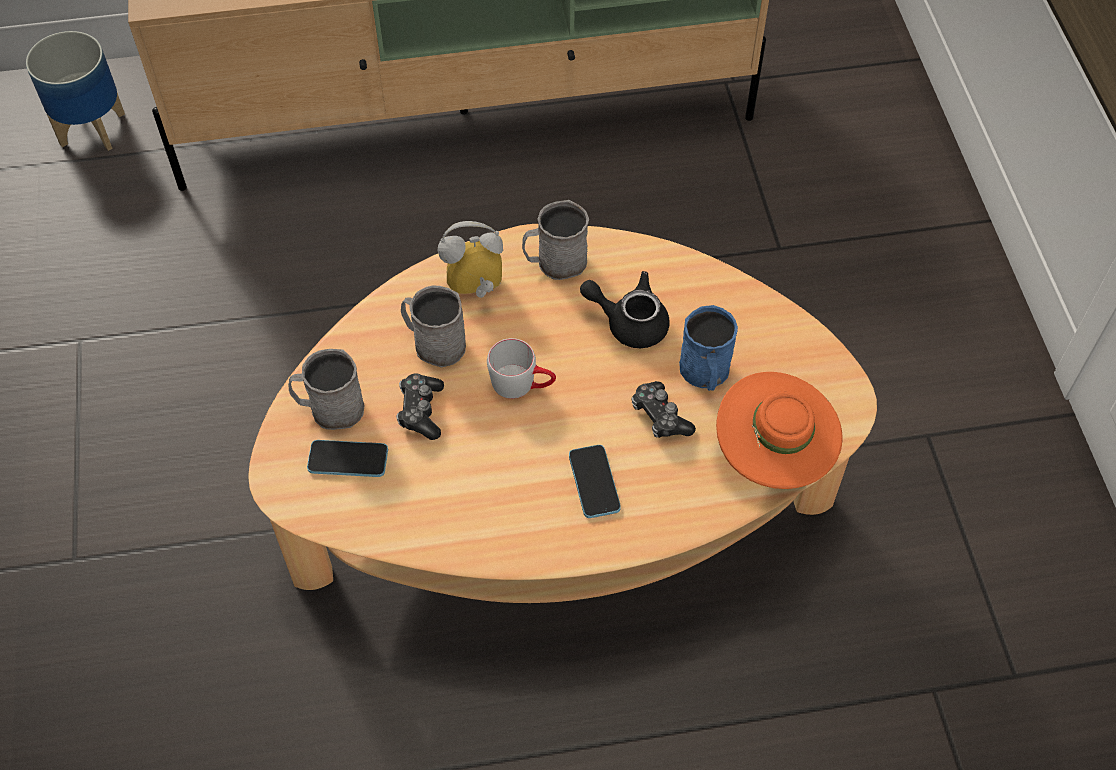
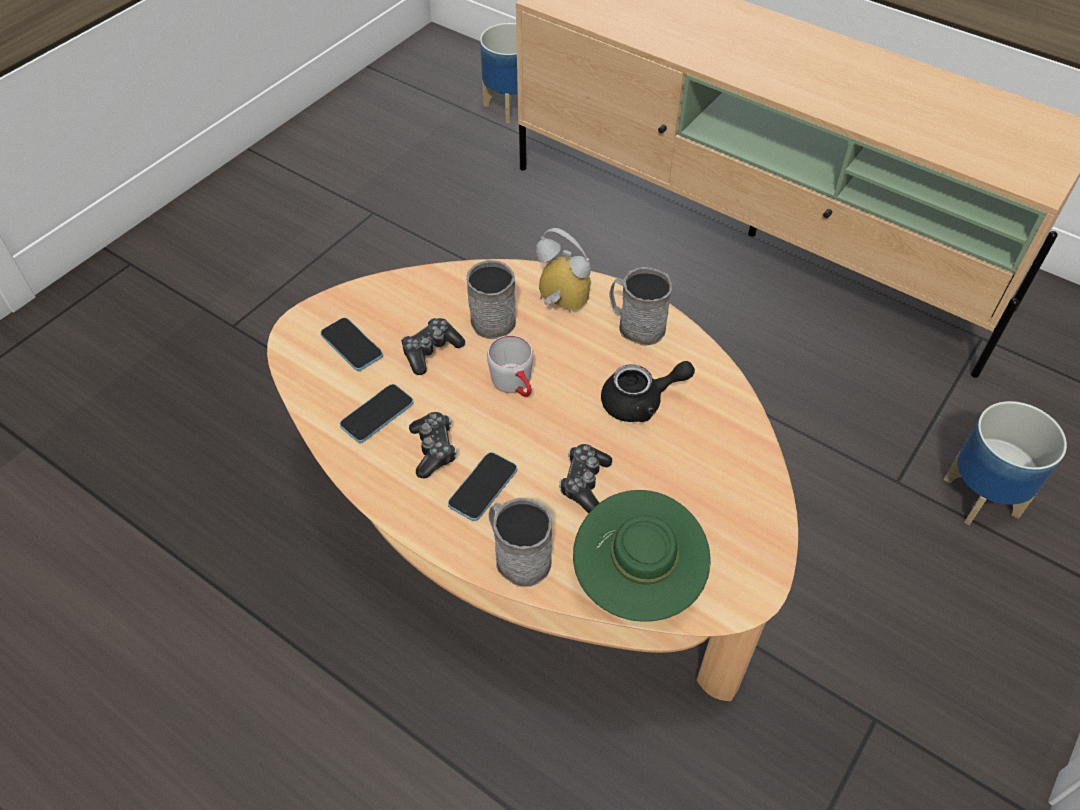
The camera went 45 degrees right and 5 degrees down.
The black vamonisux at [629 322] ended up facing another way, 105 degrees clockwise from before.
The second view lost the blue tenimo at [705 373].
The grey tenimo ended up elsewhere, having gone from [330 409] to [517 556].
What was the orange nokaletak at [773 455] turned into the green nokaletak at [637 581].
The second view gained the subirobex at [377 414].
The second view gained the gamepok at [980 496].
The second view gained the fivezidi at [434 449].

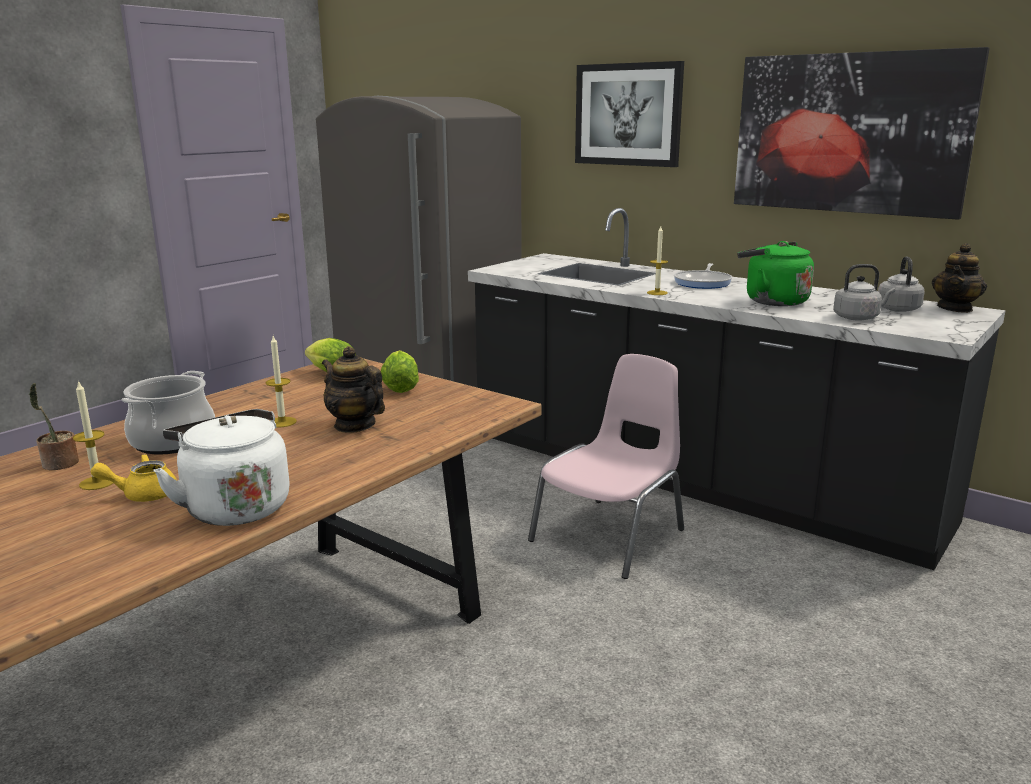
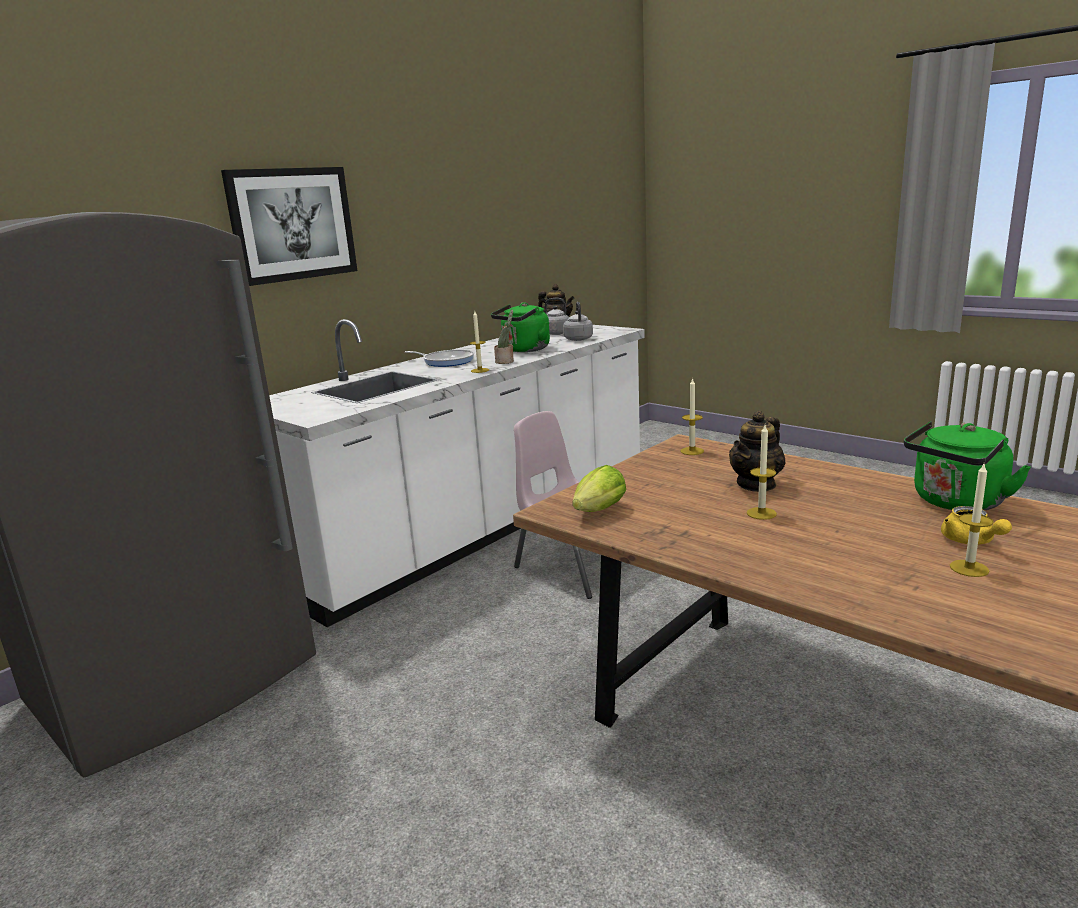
The camera went 85 degrees left and 0 degrees up.
The second view lost the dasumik at [849 133].
What was the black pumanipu at [692 479] turned into the white pumanipu at [482 527].
The second view lost the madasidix at [400 387].
The second view lost the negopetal at [173 441].
The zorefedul ended up elsewhere, having gone from [59 464] to [506 362].
What was the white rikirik at [234 507] turned into the green rikirik at [956 503].
The second view gained the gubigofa at [692 451].

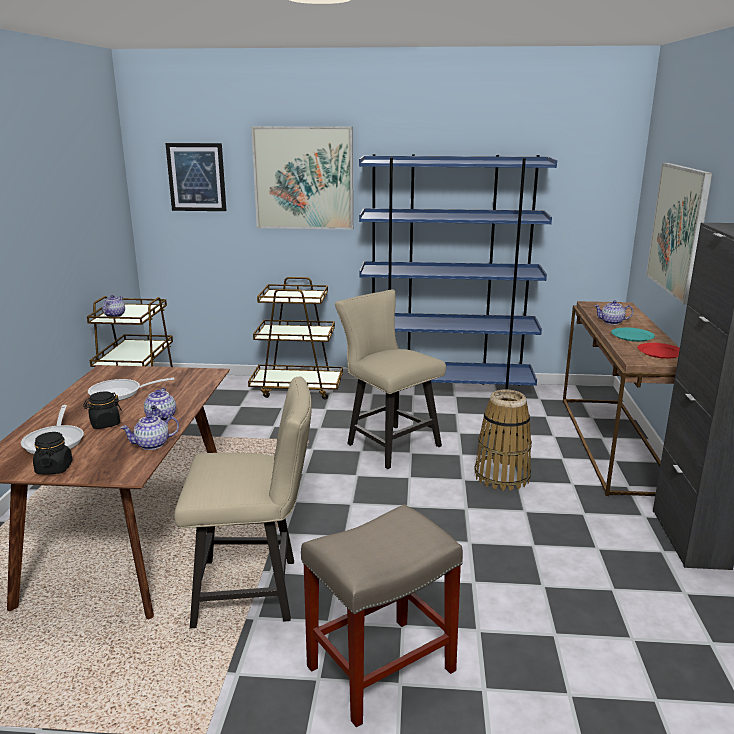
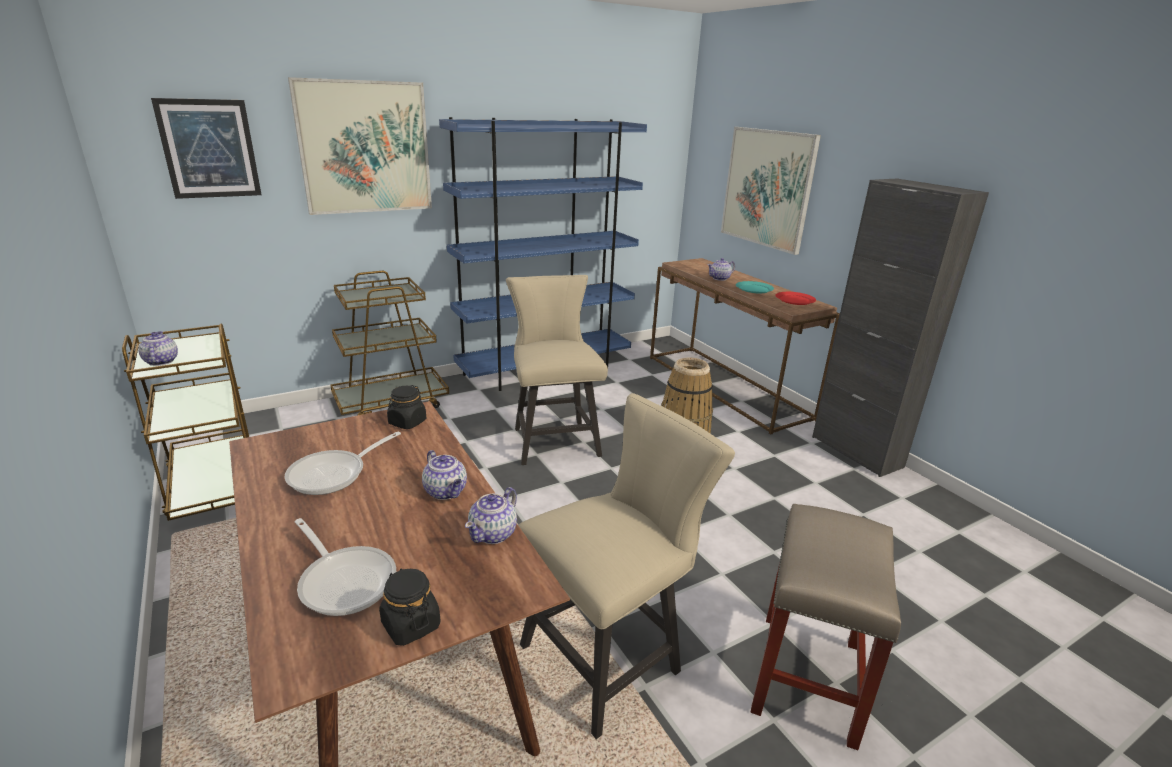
The camera went 35 degrees left and 5 degrees up.
The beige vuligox at [388 443] ended up facing another way, 60 degrees clockwise from before.
The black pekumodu ended up elsewhere, having gone from [105 424] to [407 422].

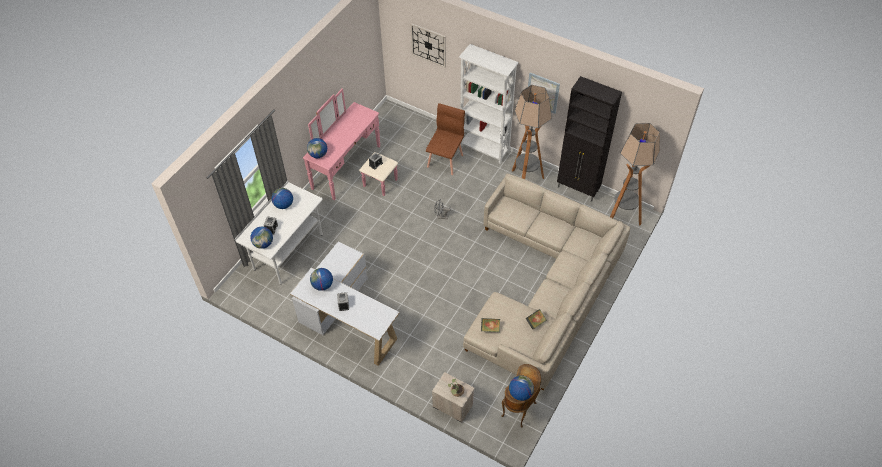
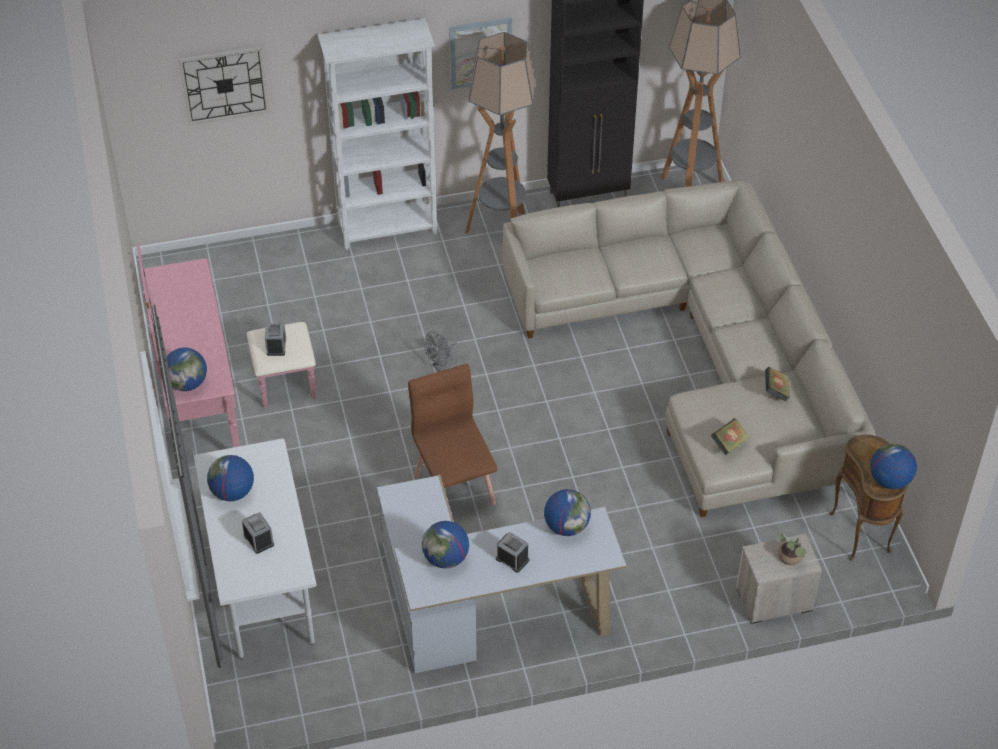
The camera went 45 degrees left and 5 degrees down.
The brown vuligox ended up elsewhere, having gone from [445 161] to [455 488].
The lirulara ended up elsewhere, having gone from [263 244] to [566 526].

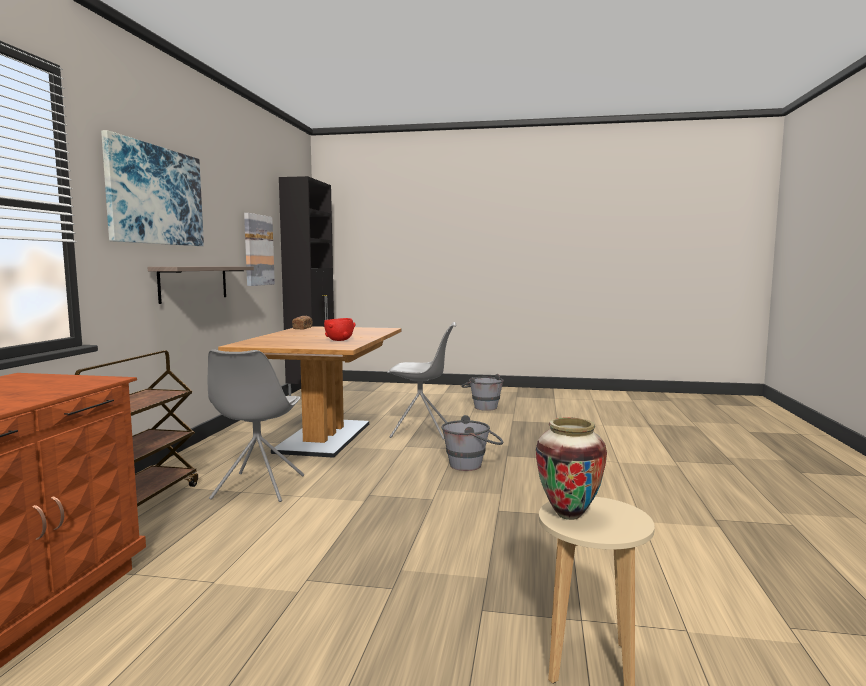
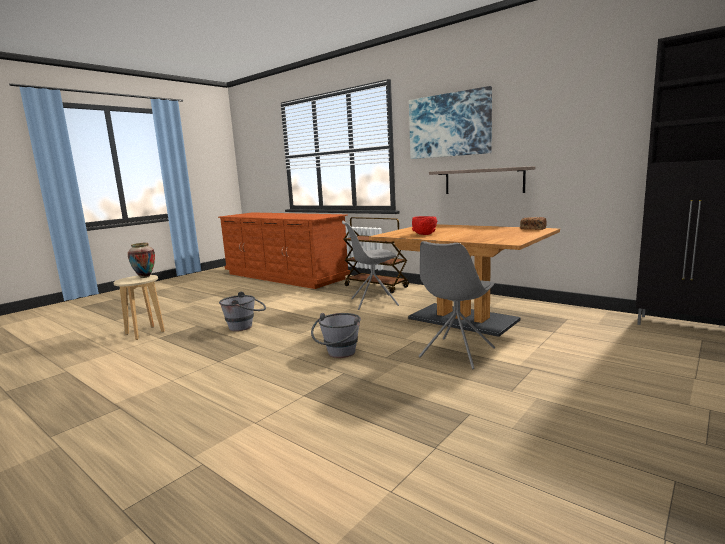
The camera went 120 degrees right and 5 degrees up.
The second view lost the dasumik at [258 250].
The grey vuligox at [258 488] ended up facing another way, 45 degrees counterclockwise from before.
The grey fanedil ended up elsewhere, having gone from [482 406] to [245 326].

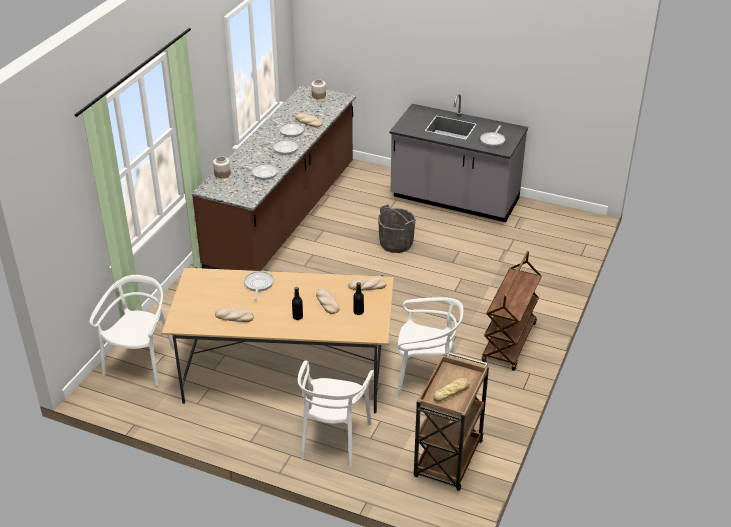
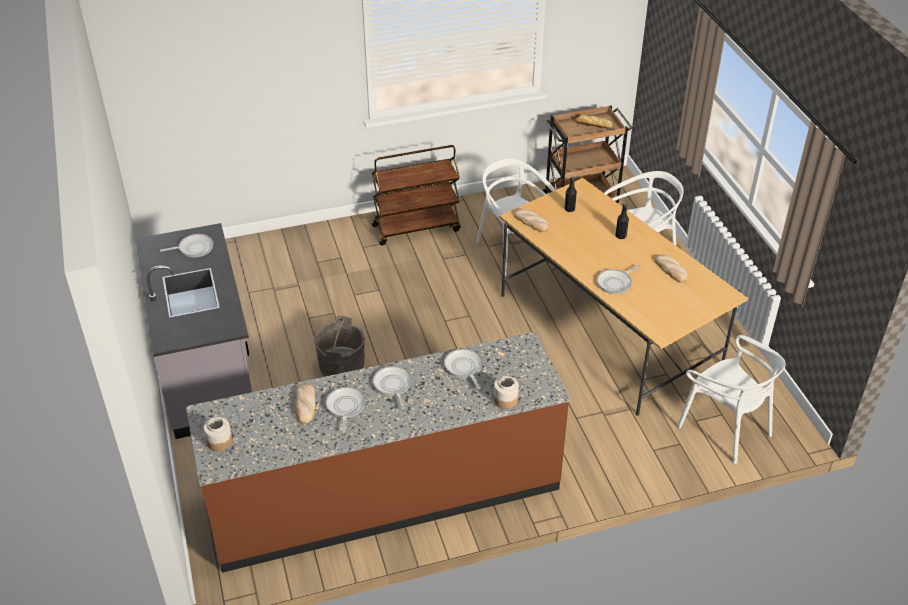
The camera went 130 degrees left and 5 degrees up.
The white vuligox at [141 362] ended up facing another way, 105 degrees counterclockwise from before.
The second view lost the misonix at [327 302].

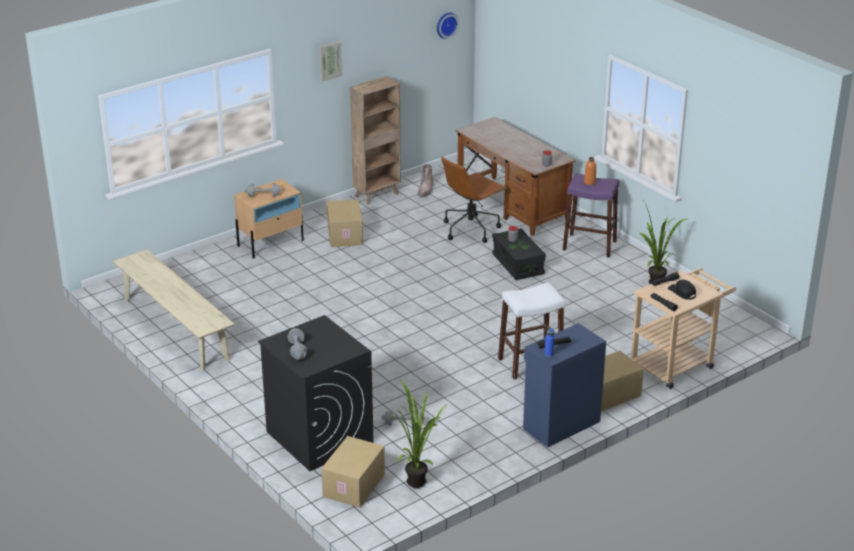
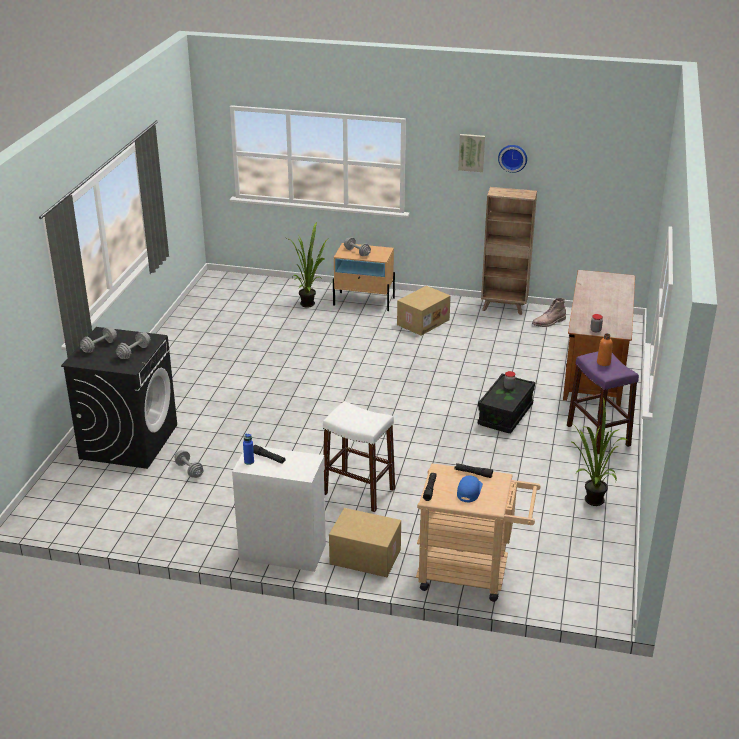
The camera went 50 degrees right and 0 degrees up.
The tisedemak ended up elsewhere, having gone from [446 24] to [512 157].
The second view lost the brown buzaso at [471 229].
The second view lost the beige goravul at [175 329].
What was the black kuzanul at [682 292] turned into the blue kuzanul at [469 491].
What was the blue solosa at [560 425] turned into the white solosa at [282 551].
The zorefedul ended up elsewhere, having gone from [416 479] to [310 303].
The second view lost the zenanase at [354 486].
The second view gained the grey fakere at [134 352].

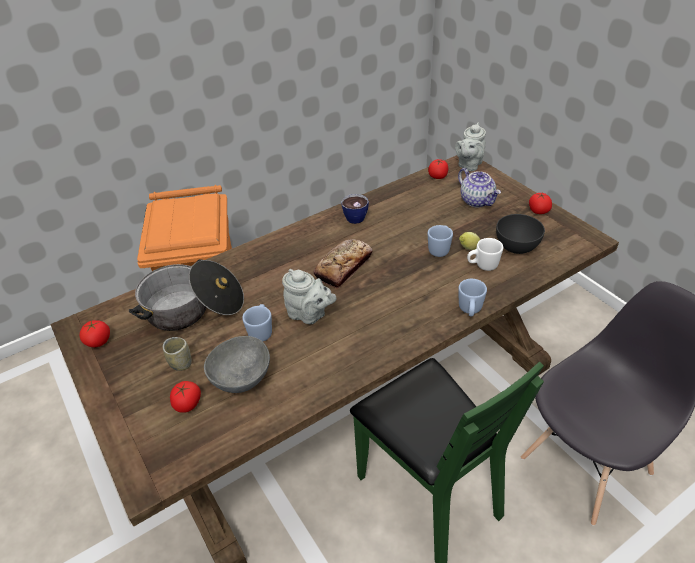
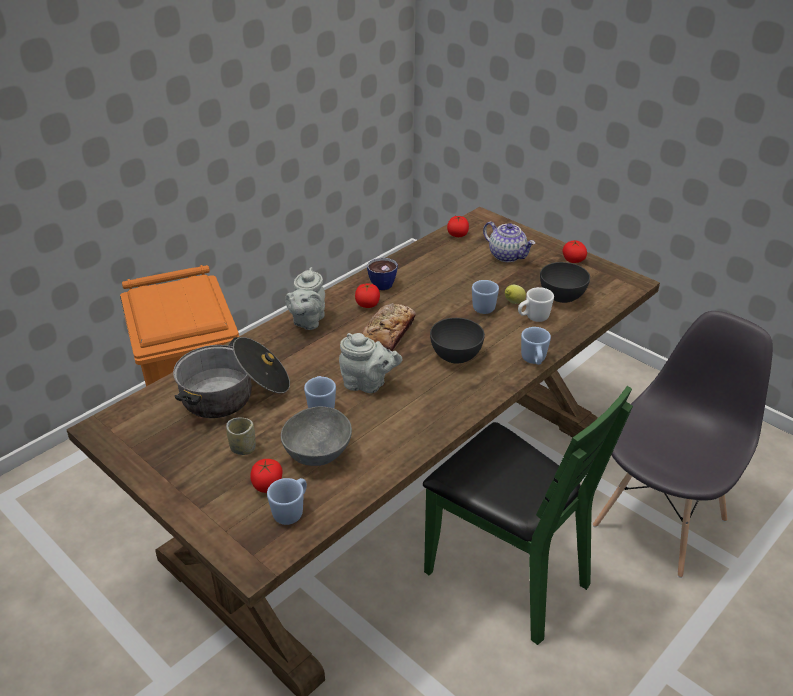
The camera went 15 degrees left and 5 degrees down.
The grey vamonisux ended up elsewhere, having gone from [469 165] to [307 321].
The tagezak ended up elsewhere, having gone from [98 341] to [367 305].
The second view gained the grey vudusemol at [456 356].
The second view gained the blue tenimo at [291 511].

